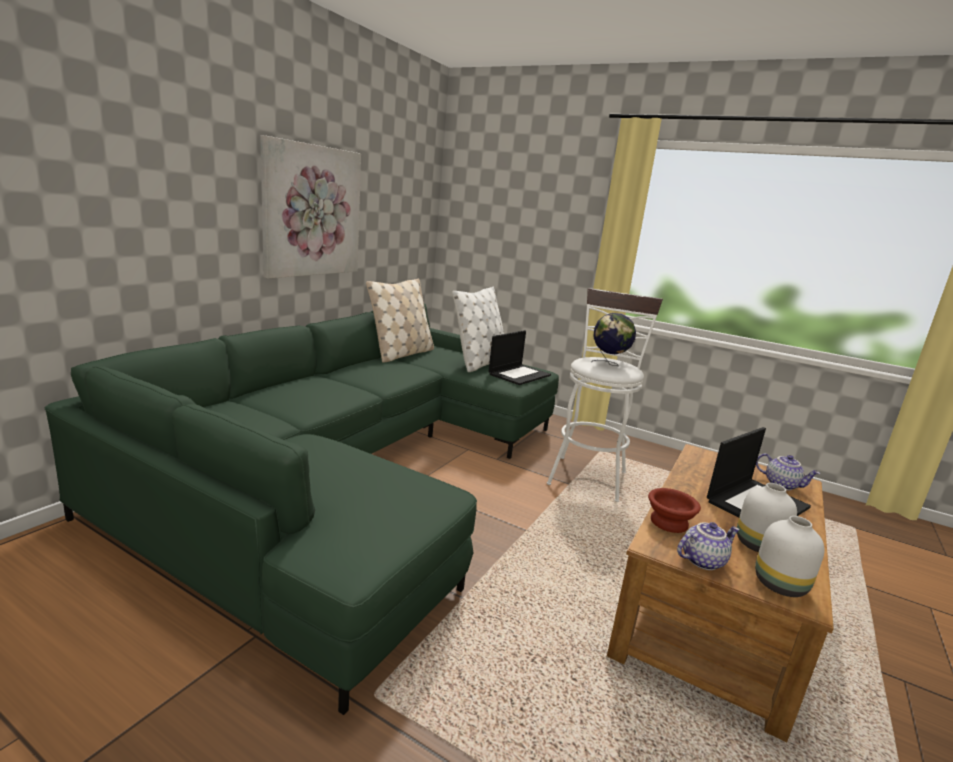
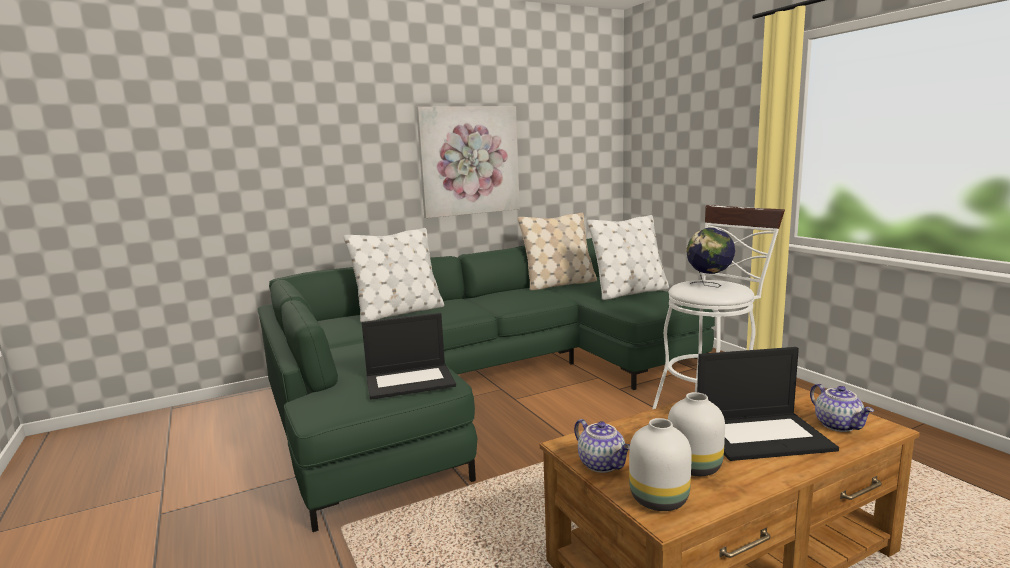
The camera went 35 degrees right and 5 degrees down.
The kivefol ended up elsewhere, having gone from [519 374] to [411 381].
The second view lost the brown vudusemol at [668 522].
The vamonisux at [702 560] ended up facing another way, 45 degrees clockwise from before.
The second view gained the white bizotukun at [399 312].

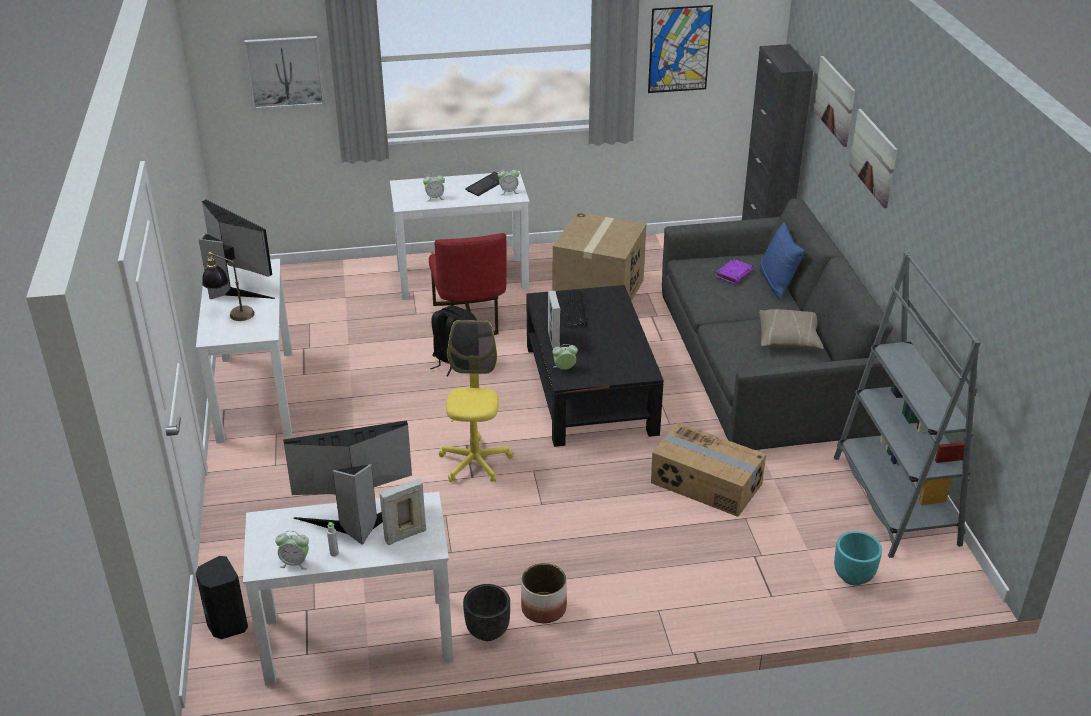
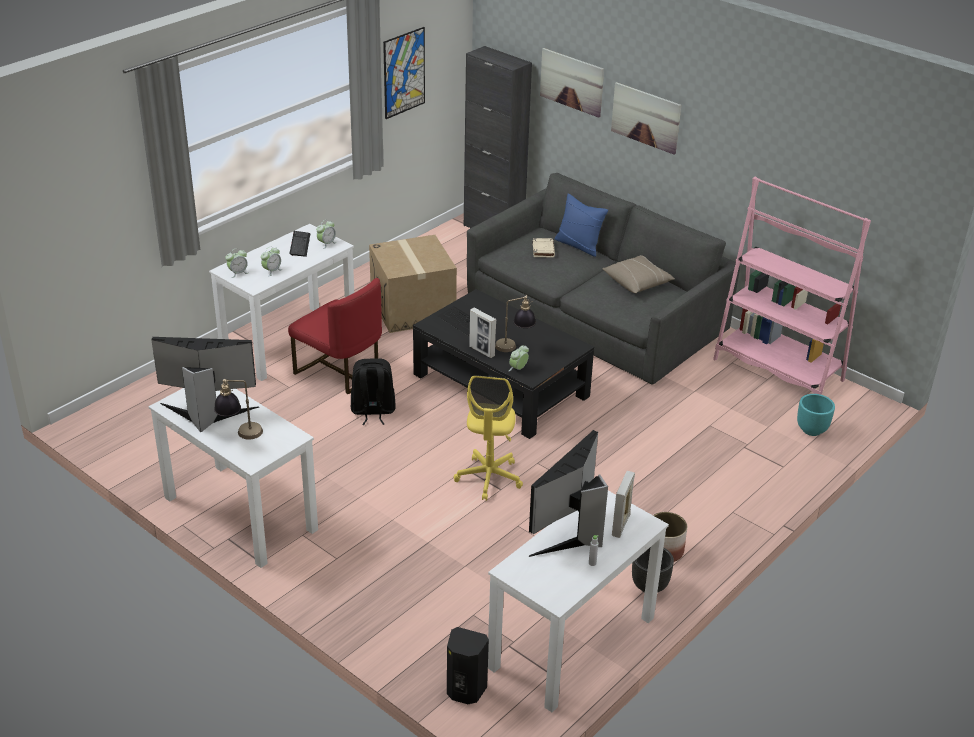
The camera went 40 degrees left and 0 degrees up.
The second view lost the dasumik at [285 71].
What was the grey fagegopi at [895 500] turned into the pink fagegopi at [778 370].
What was the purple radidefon at [734 274] turned into the beige radidefon at [543 250].
The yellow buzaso at [475 462] ended up facing another way, 135 degrees counterclockwise from before.
The second view lost the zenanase at [706 484].
The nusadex ended up elsewhere, having gone from [295 563] to [238 273].
The second view gained the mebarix at [514 348].

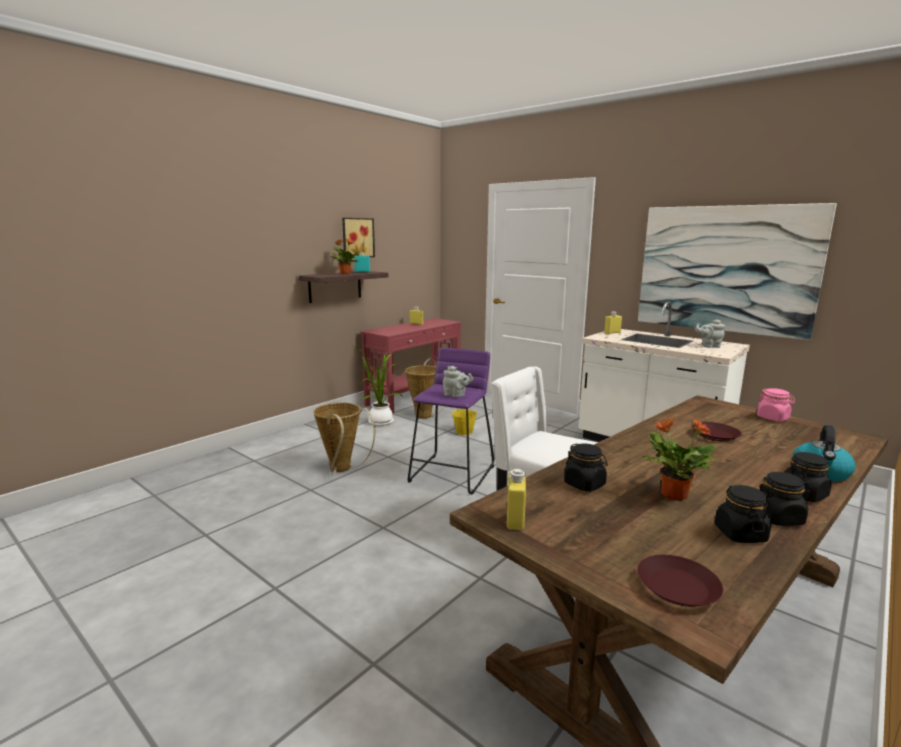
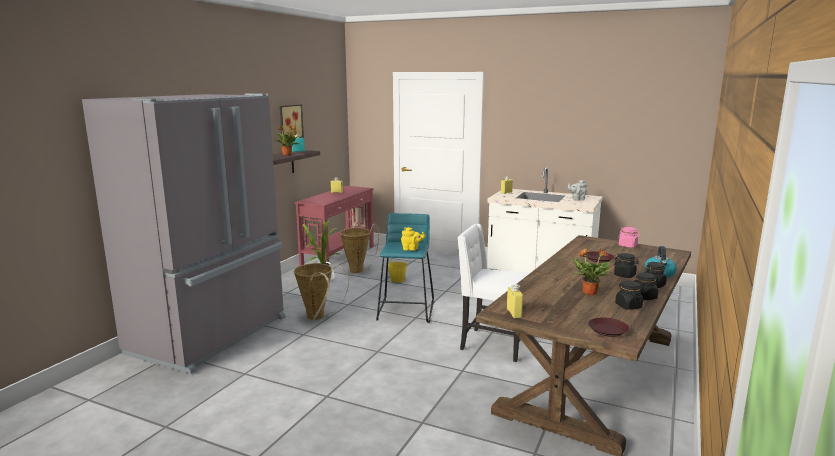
The camera went 15 degrees left and 0 degrees up.
The second view lost the dasumik at [725 269].
What was the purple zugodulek at [452 474] turned into the turquoise zugodulek at [406 311].
What was the grey vamonisux at [456 395] turned into the yellow vamonisux at [412 249].
The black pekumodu ended up elsewhere, having gone from [584 484] to [624 275].
The second view gained the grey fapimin at [212 335].

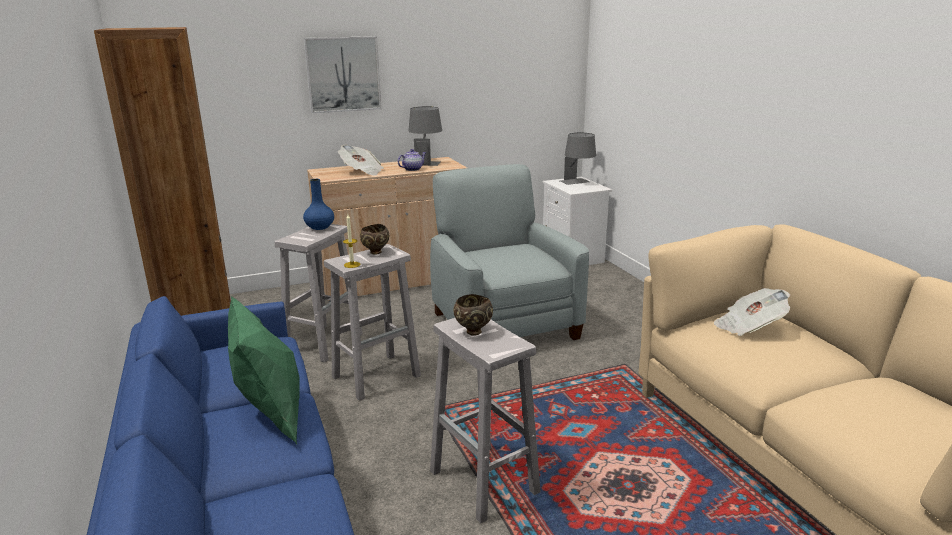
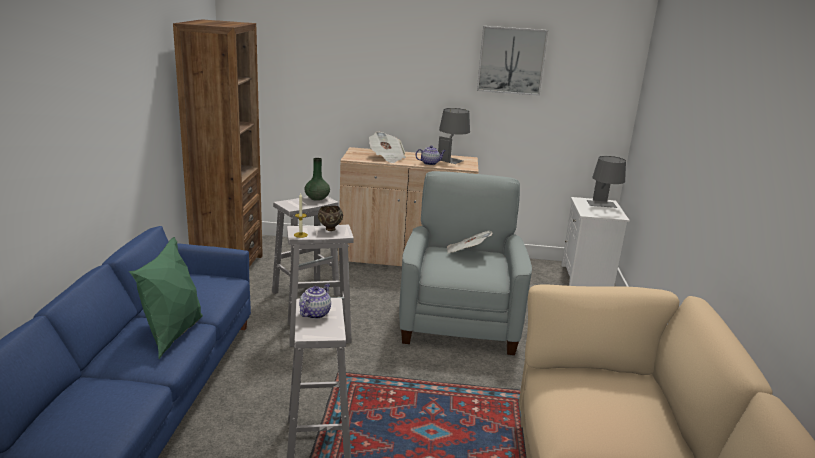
The camera went 25 degrees right and 0 degrees up.
The dasumik ended up elsewhere, having gone from [343 74] to [511 60].
What was the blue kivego at [320 227] turned into the green kivego at [317 198].
The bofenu ended up elsewhere, having gone from [749 327] to [466 253].
Where the brown vudusemol stood at [472 332], the vamonisux came to stand at [315 313].

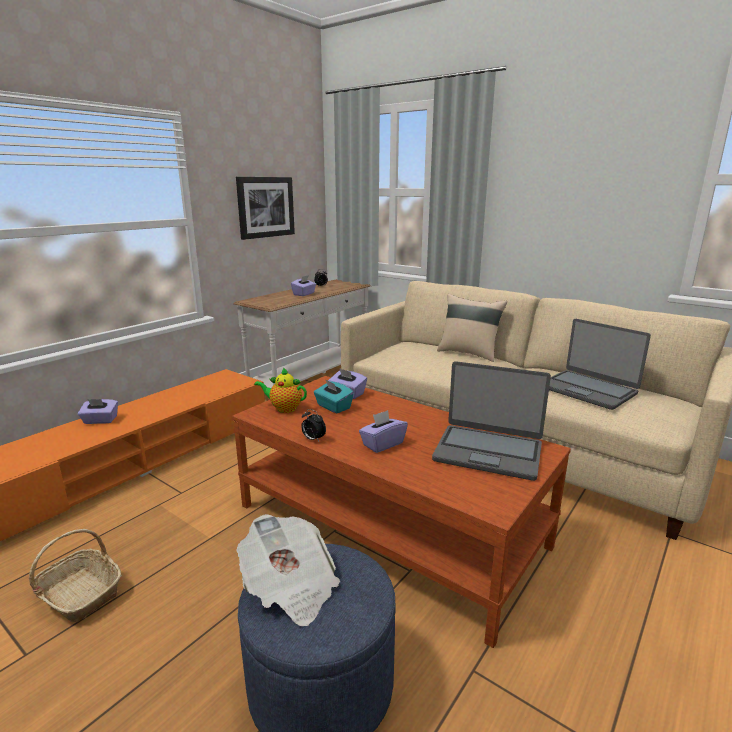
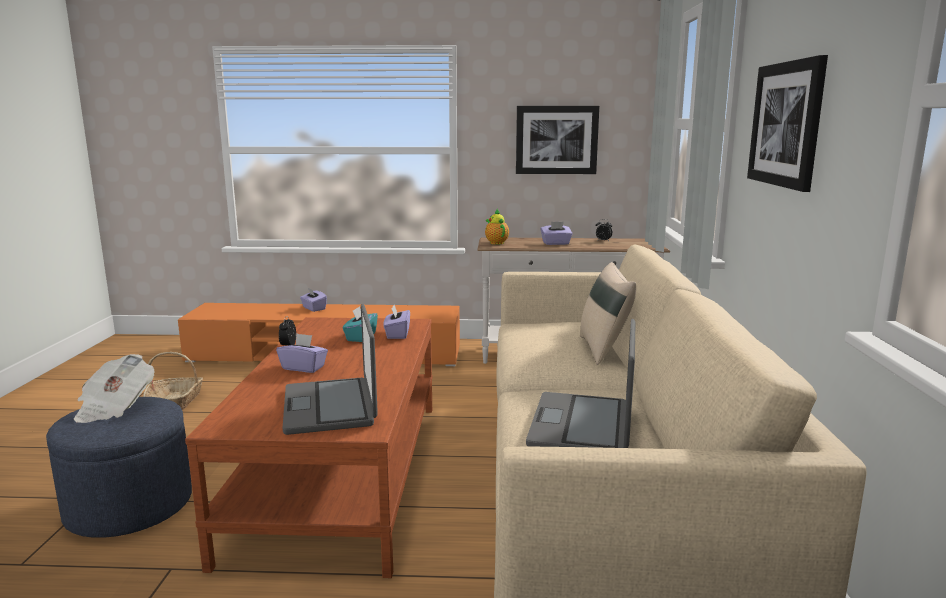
The camera went 55 degrees right and 5 degrees down.
The vamonisux ended up elsewhere, having gone from [284 408] to [496 242].
The second view gained the dasumik at [786 124].

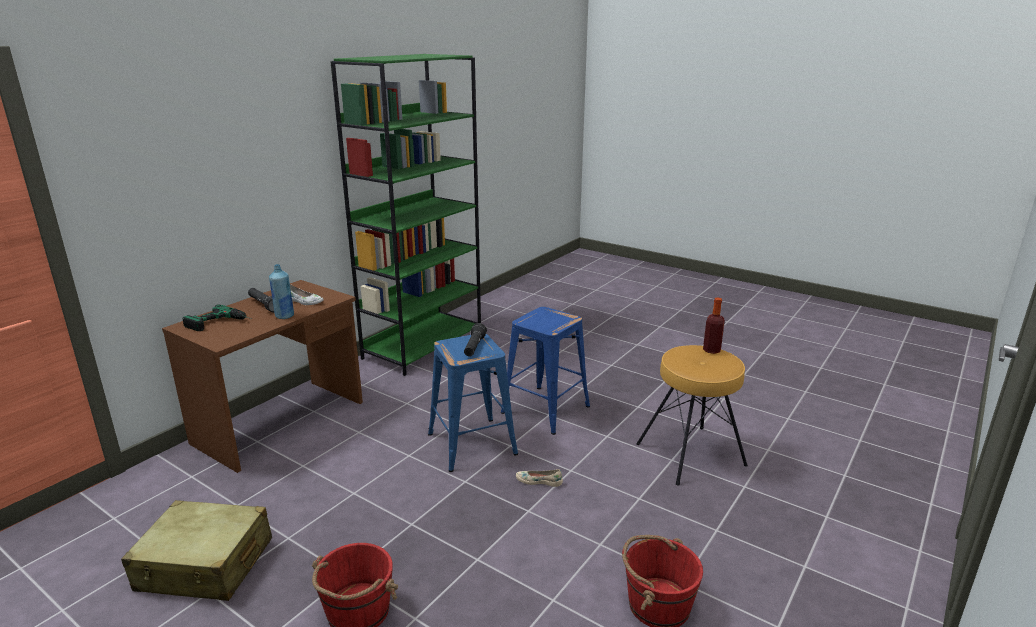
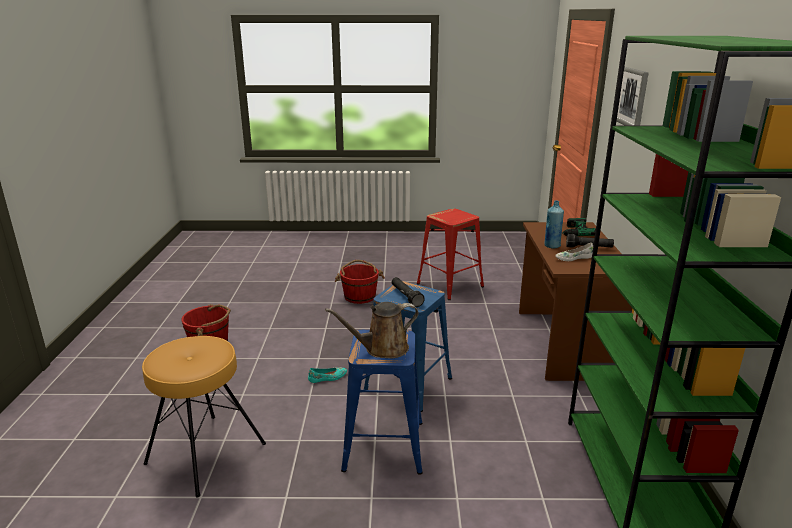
The camera went 145 degrees right and 0 degrees up.
The second view lost the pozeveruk at [711 350].
What was the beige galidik at [539 481] turned into the turquoise galidik at [328 378].
Where the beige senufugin stood at [205 565], the red zugodulek came to stand at [450 285].
The second view gained the dasumik at [632 97].
The second view gained the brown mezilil at [382 349].

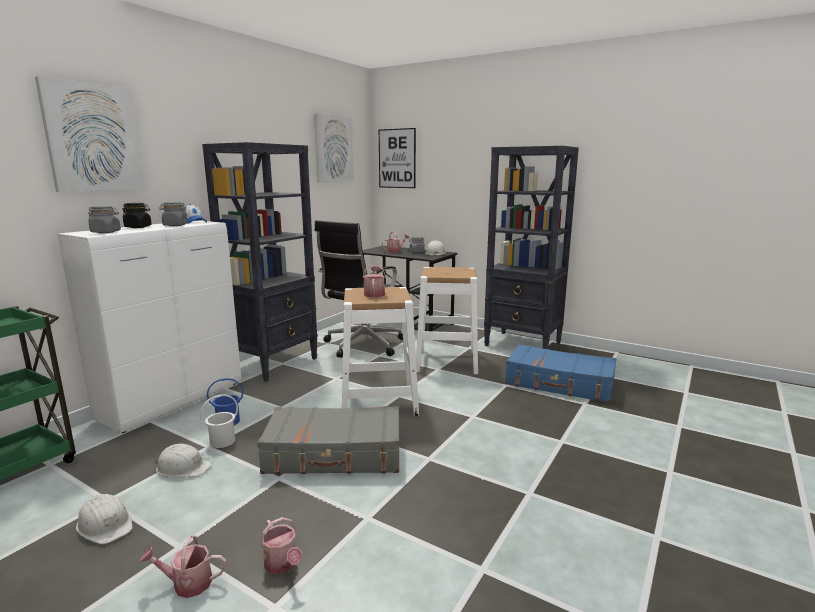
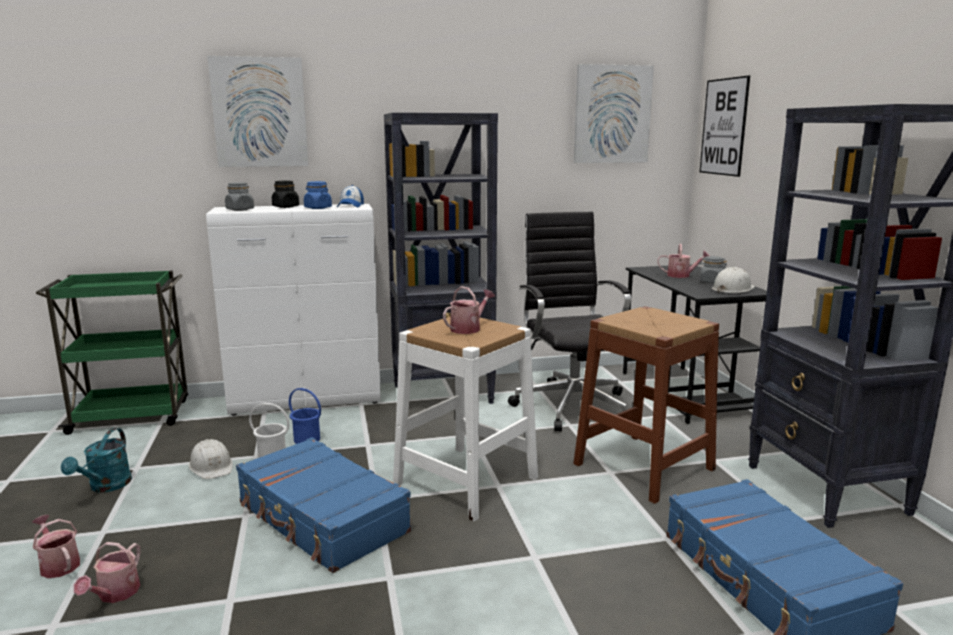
The camera went 45 degrees right and 0 degrees up.
What was the grey pekumodu at [175 225] turned into the blue pekumodu at [318 208].
The black buzaso at [362 345] ended up facing another way, 90 degrees clockwise from before.
What was the white zugodulek at [446 361] turned into the brown zugodulek at [643 466].
What was the grey senufugin at [334 454] turned into the blue senufugin at [321 518].
Where the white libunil stood at [105 525], the turquoise mezilil came to stand at [106 487].

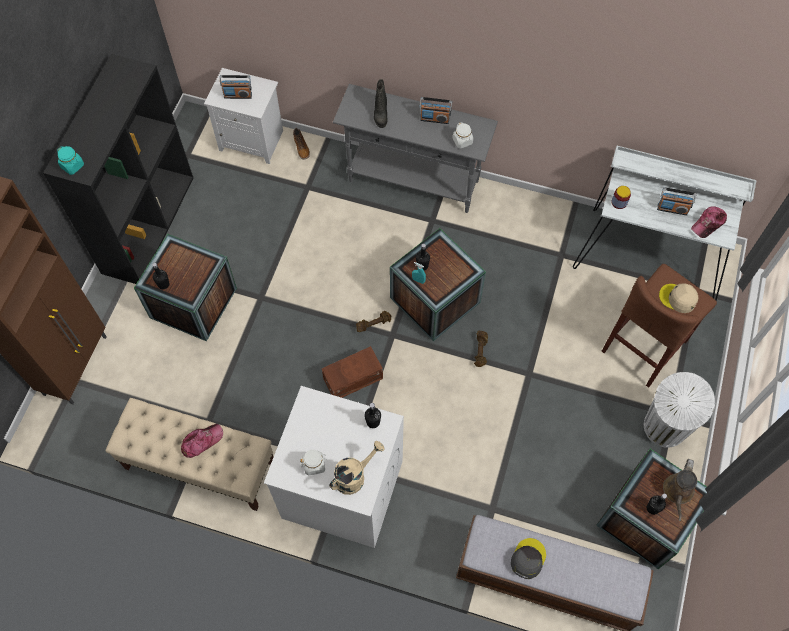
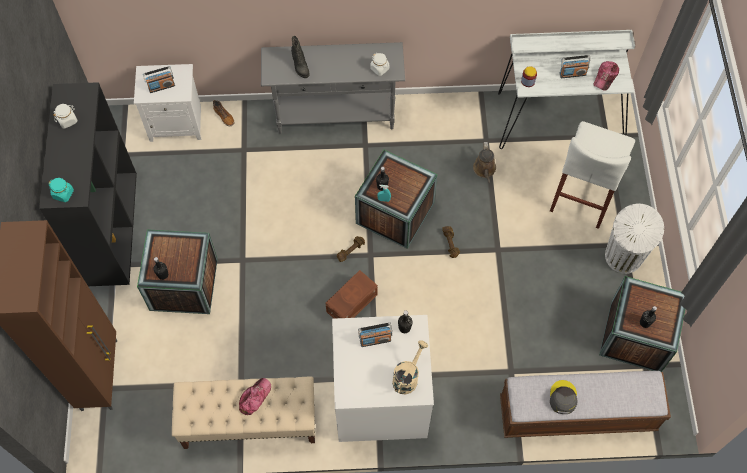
The camera went 20 degrees left and 0 degrees up.
The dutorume ended up elsewhere, having gone from [434 119] to [375 340].
What was the brown zugodulek at [644 346] turned into the white zugodulek at [583 195].
The second view lost the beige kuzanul at [678 298].
The white pekumodu ended up elsewhere, having gone from [314 465] to [67 120].
The brown mezilil ended up elsewhere, having gone from [677 492] to [484 170].

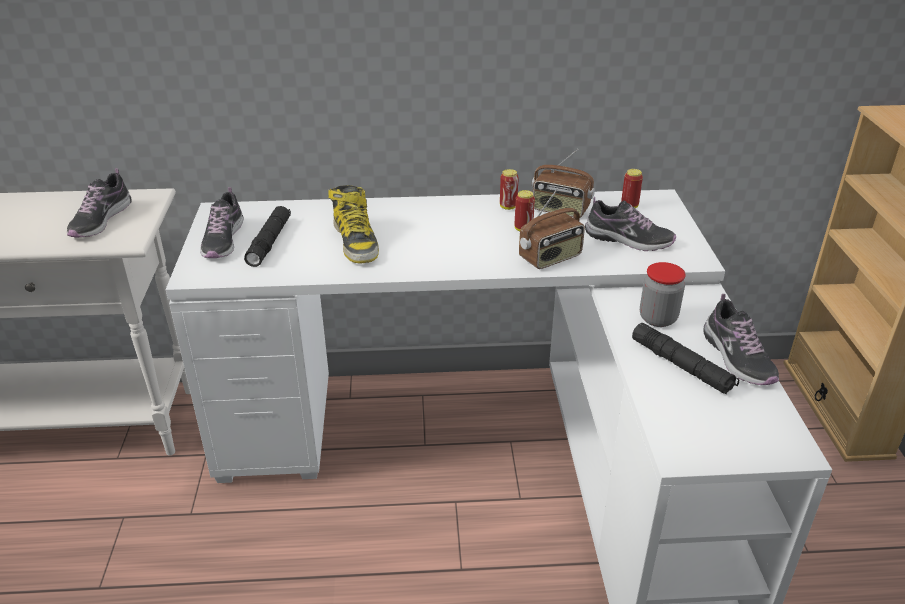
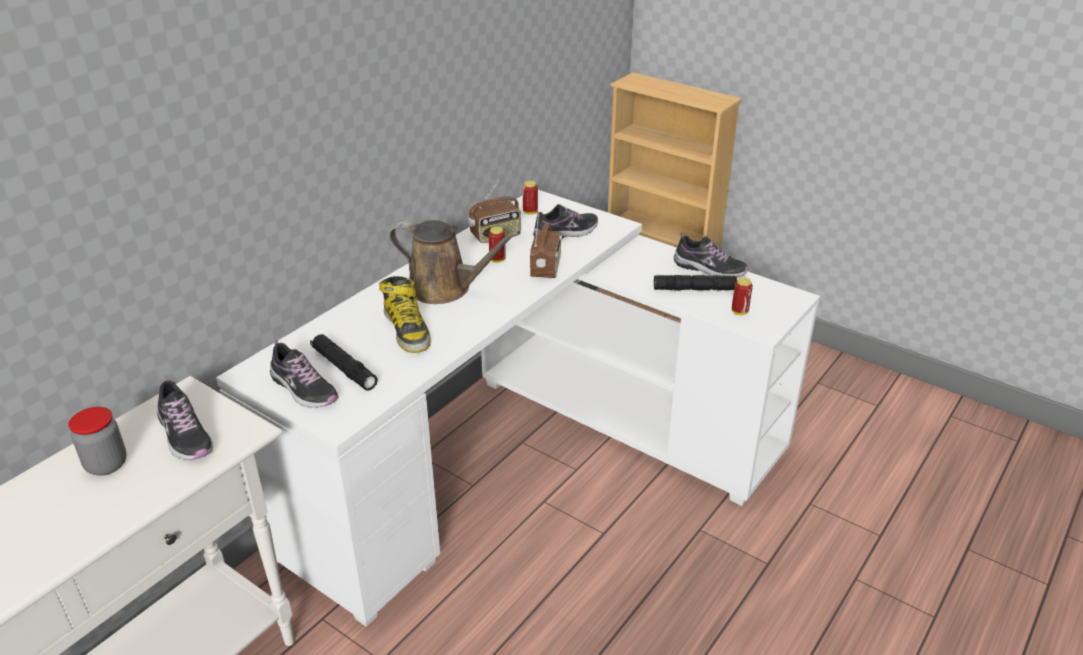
The camera went 50 degrees left and 0 degrees up.
The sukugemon ended up elsewhere, having gone from [508 207] to [739 312].
The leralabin at [356 242] ended up facing another way, 45 degrees clockwise from before.
The pekumodu ended up elsewhere, having gone from [658 318] to [106 464].
The second view gained the brown mezilil at [445 288].

